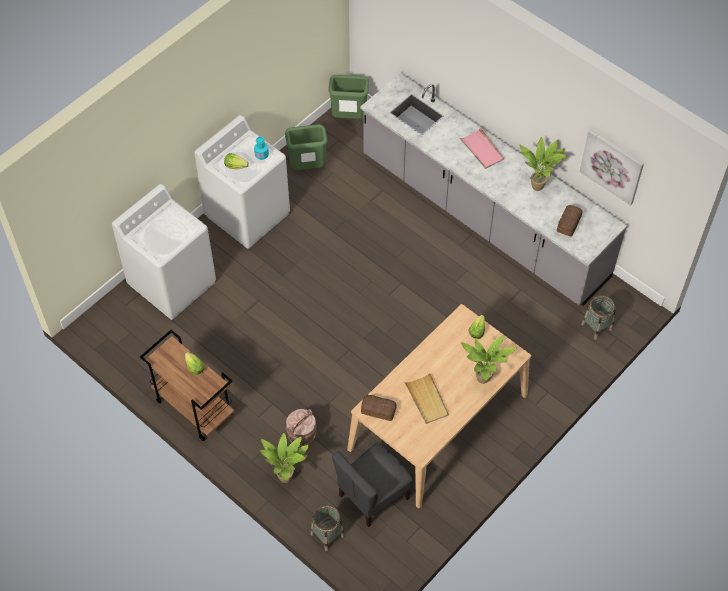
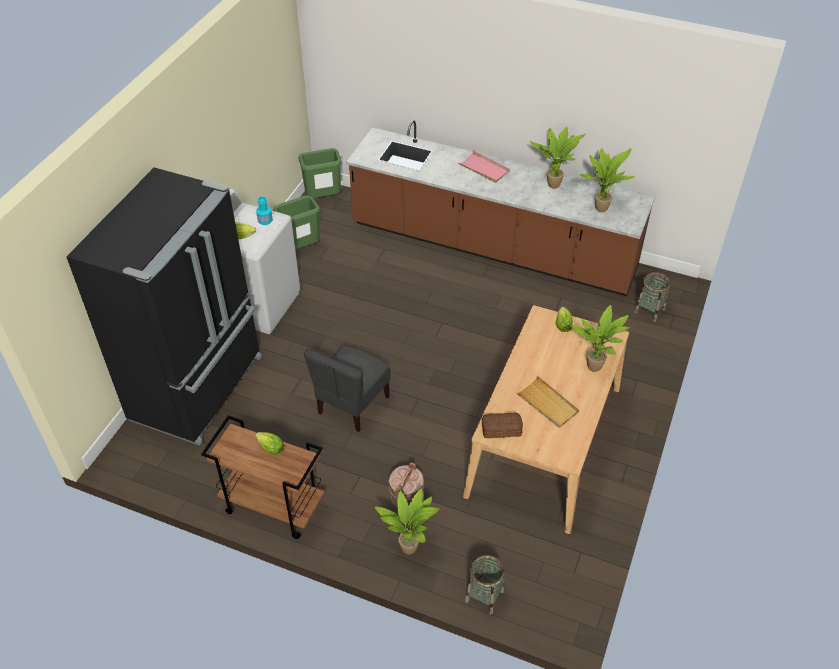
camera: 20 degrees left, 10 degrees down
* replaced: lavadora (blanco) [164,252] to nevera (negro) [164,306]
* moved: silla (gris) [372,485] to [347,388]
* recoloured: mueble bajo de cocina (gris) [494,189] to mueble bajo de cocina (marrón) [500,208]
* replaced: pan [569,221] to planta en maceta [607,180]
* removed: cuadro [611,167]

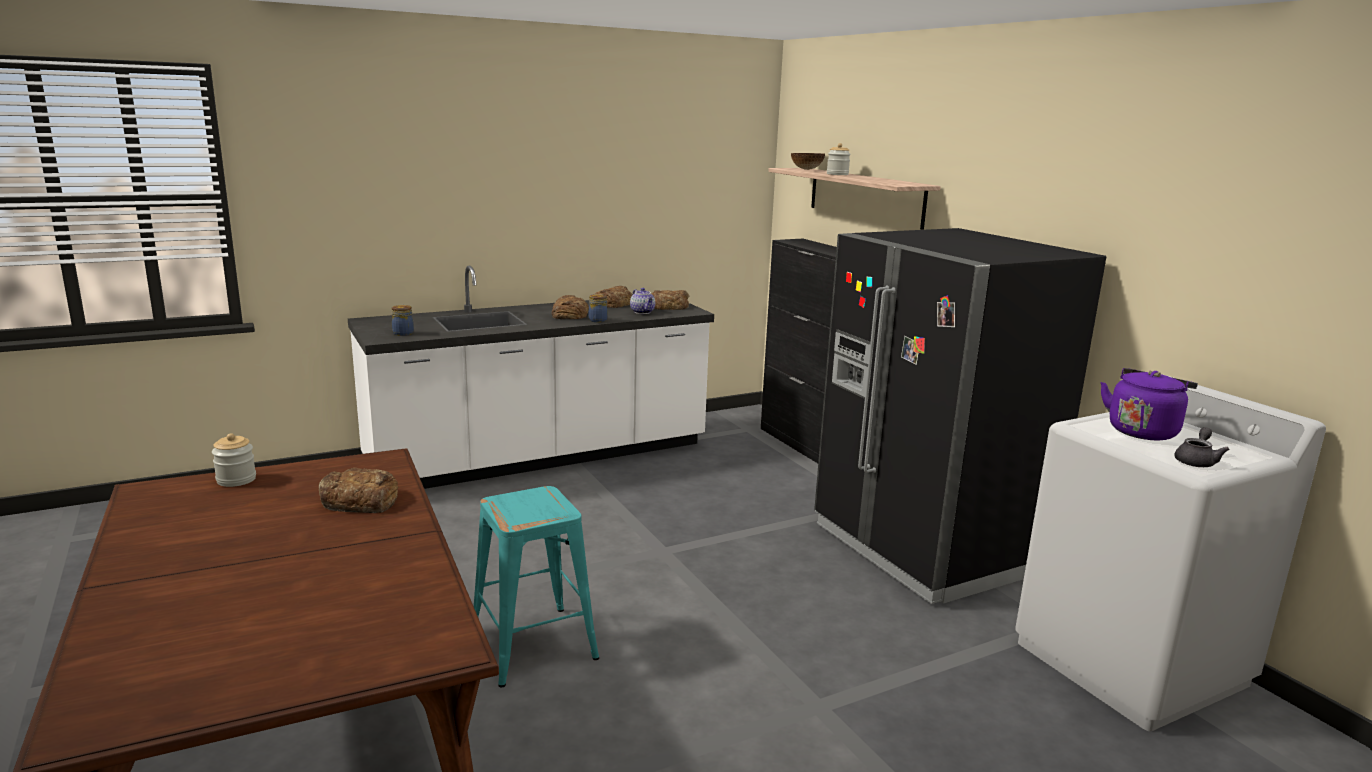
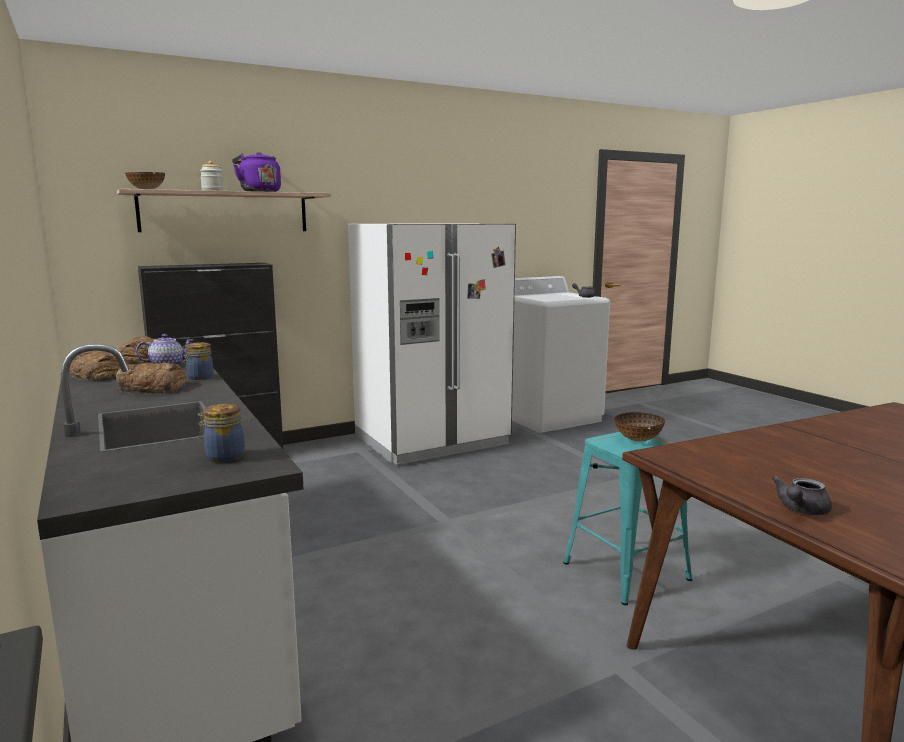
camera: 90 degrees left, 5 degrees down
* replaced: tarro [234,460] to tetera (gris) [802,495]
* removed: pan [358,490]
* recoloured: nevera (negro) [960,416] to nevera (blanco) [432,344]
* moved: hervidor (morado) [1149,404] to [256,172]
* added: cuenco [639,427]

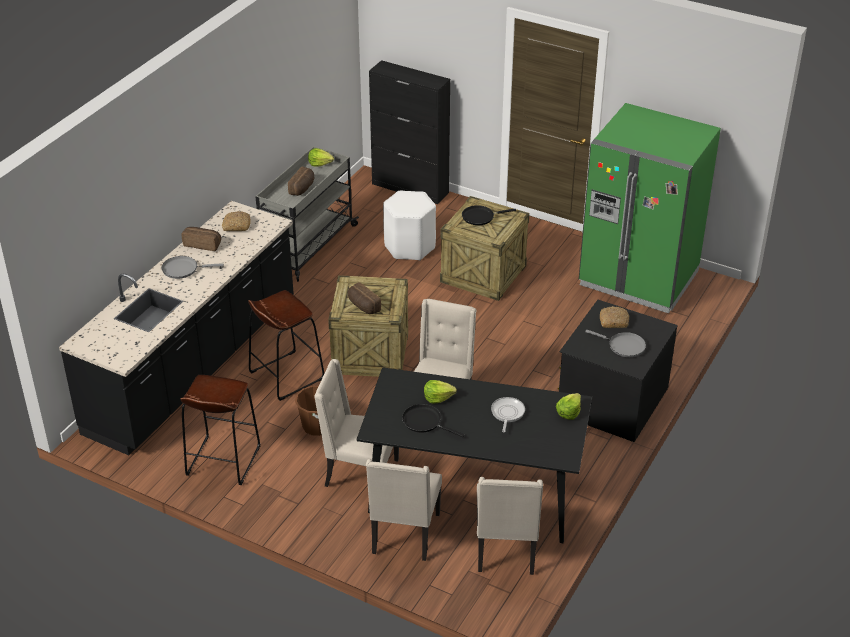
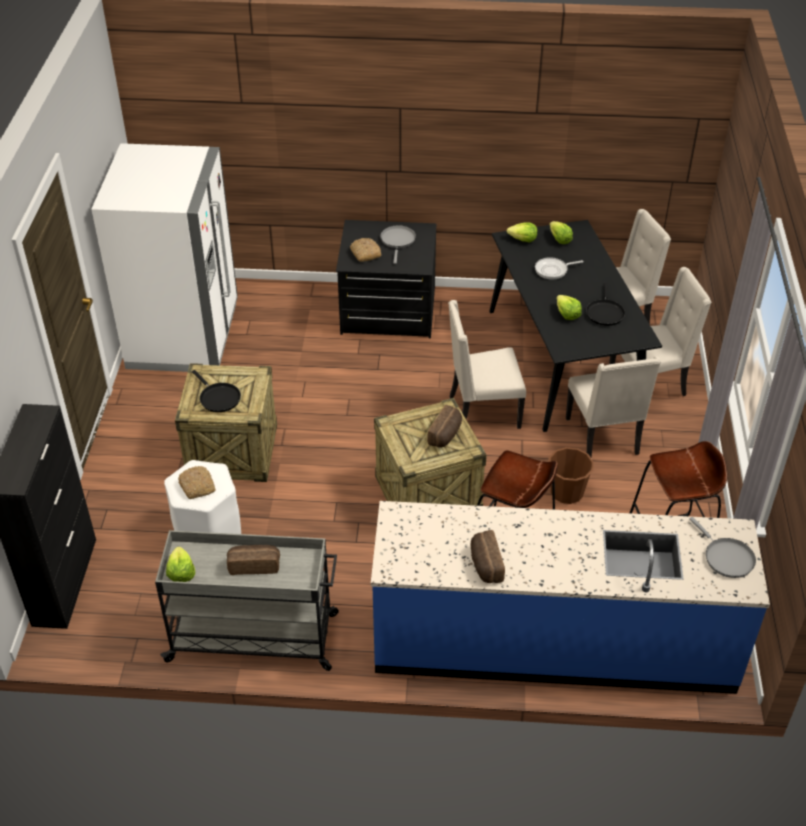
camera: 115 degrees left, 5 degrees up
* recoloured: mueble bajo de cocina (negro) [176,328] to mueble bajo de cocina (azul) [570,597]
* moved: sartén (gris) [193,267] to [722,547]
* moved: pan [236,221] to [197,482]
* recoloured: nevera (verde) [650,208] to nevera (blanco) [164,257]
* added: lechuga [561,232]

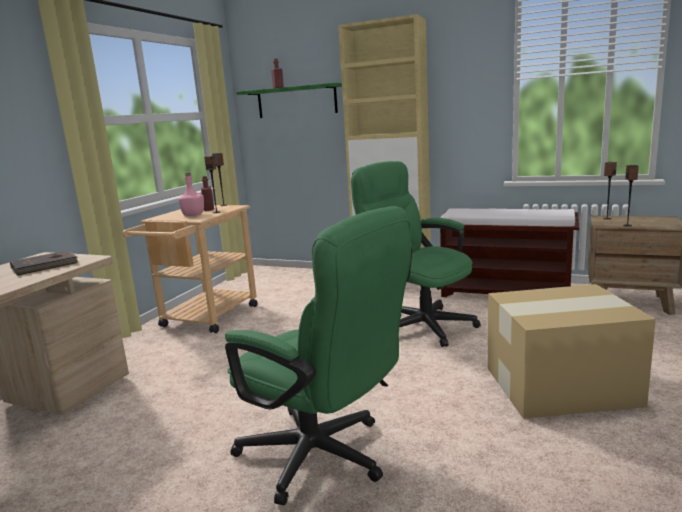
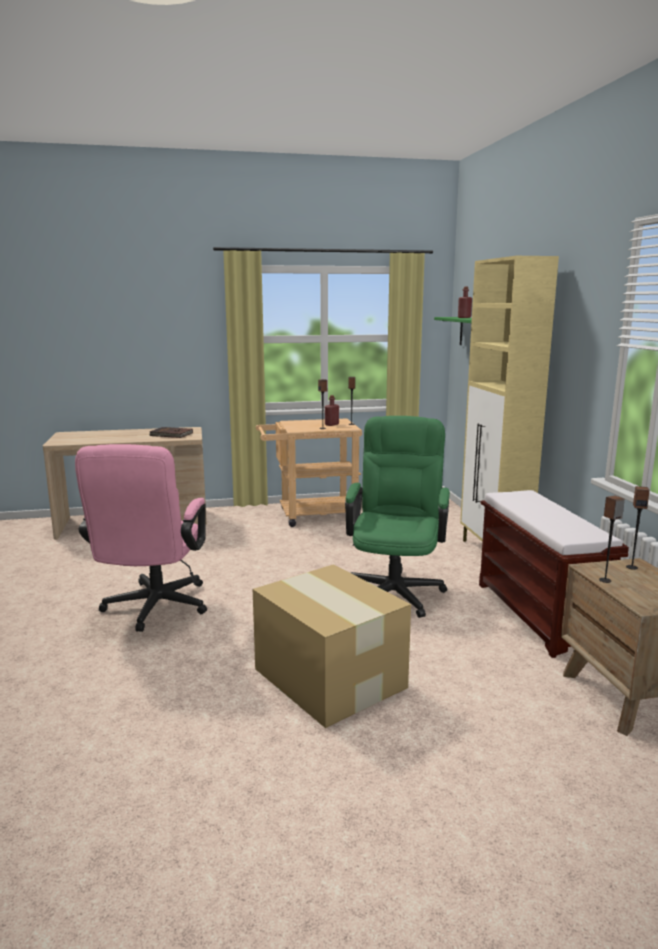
camera: 55 degrees right, 0 degrees up
* removed: botella (rosa) [191,194]
* recoloured: silla de oficina (verde) [318,355] to silla de oficina (rosa) [141,538]

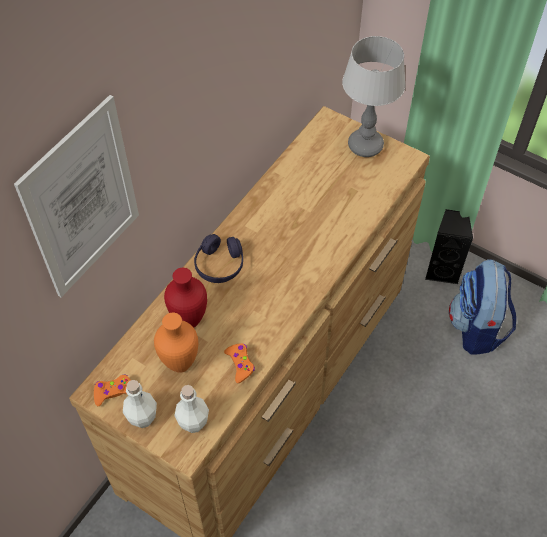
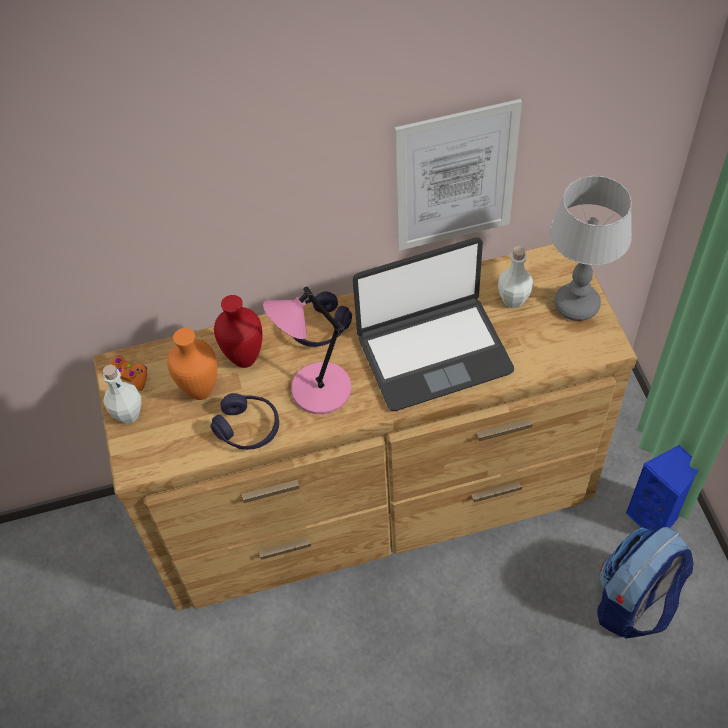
camera: 45 degrees right, 0 degrees up
* moved: cuadro [76,196] to [458,175]
* moved: botella (blanco) [192,409] to [515,277]
* replaced: mando de consola (naranja) [239,363] to auriculares (morado) [245,421]
* recoloured: altavoz (negro) [449,246] to altavoz (azul) [662,488]
* added: lámpara de mesa (rosa) [307,350]
* added: portátil [433,324]

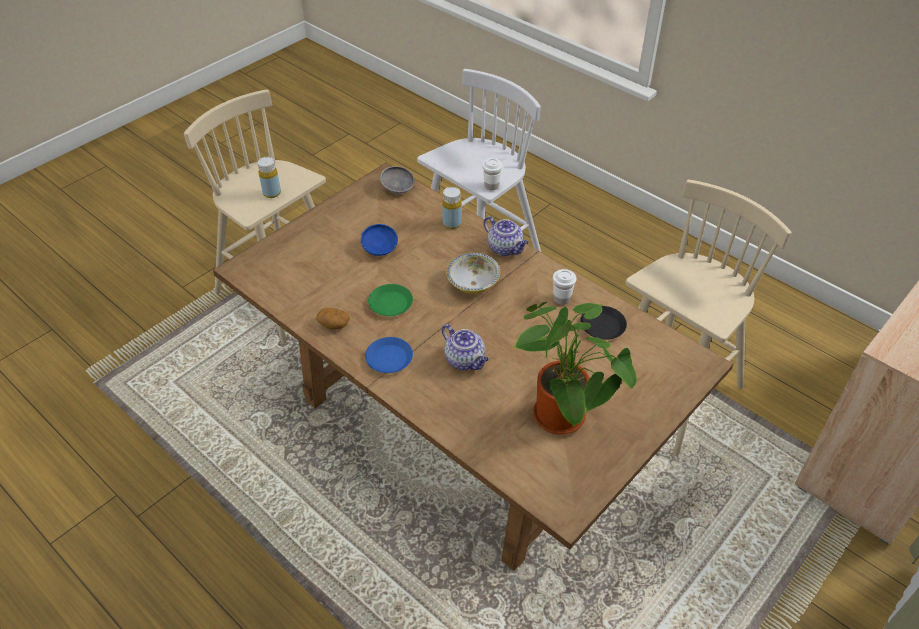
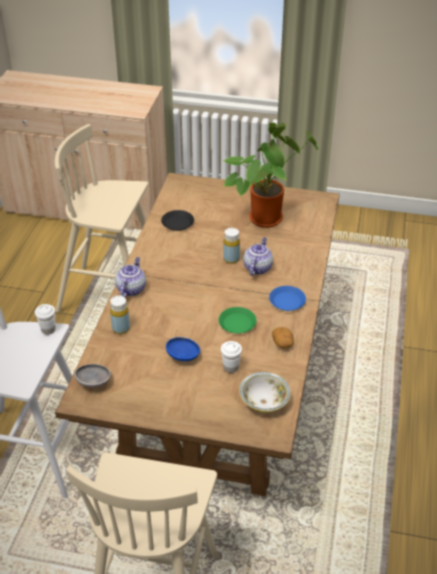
camera: 120 degrees left, 5 degrees down
* moved: botella (amarillo) [269,177] to [231,246]
* moved: cuenco [473,273] to [265,392]
* moved: taza (blanco) [564,287] to [231,357]

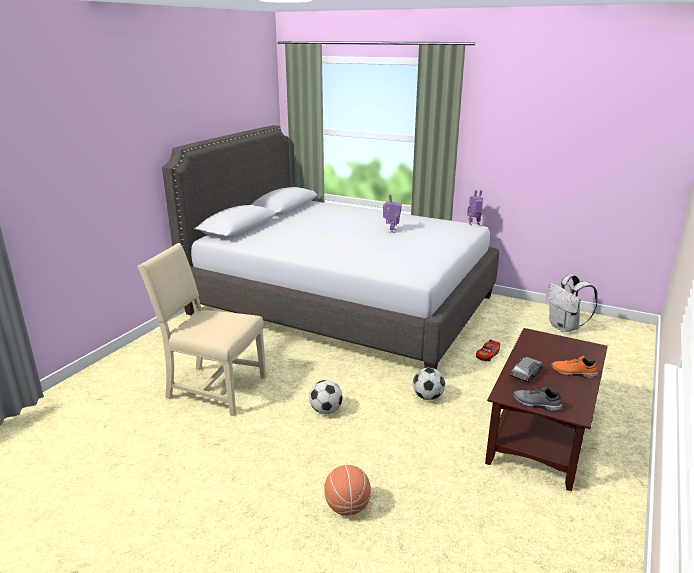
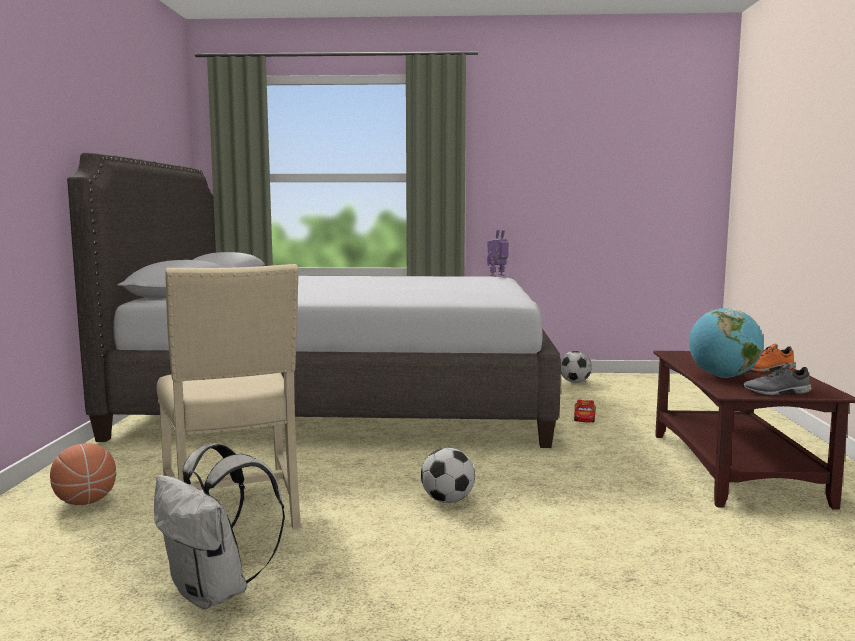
camera: 25 degrees left, 15 degrees down
* turned: silla (beis) [201,329] = [229,396] 105 degrees counterclockwise
* moved: balón de baloncesto [347,490] to [83,474]
* removed: robot de juguete [392,213]
* moved: balón de fútbol [429,384] to [576,367]
* replaced: coche de juguete (gris) [526,370] to globo terráqueo [726,343]
* moved: mochila (blanco) [572,303] to [219,526]

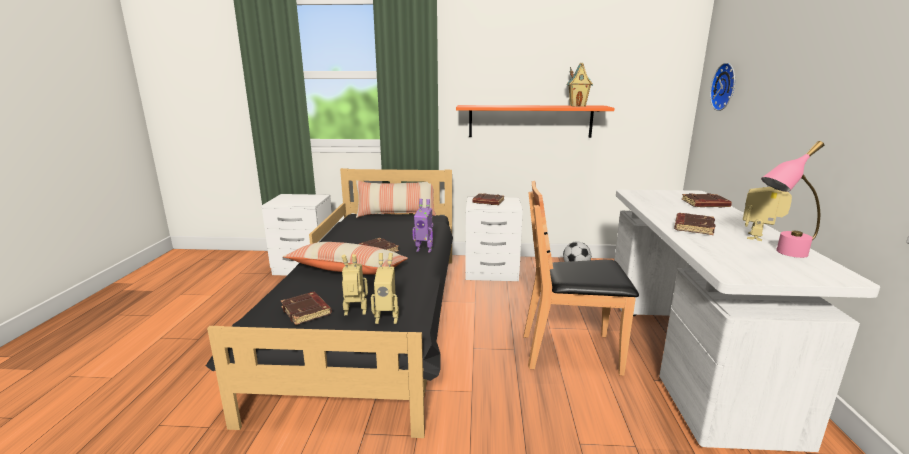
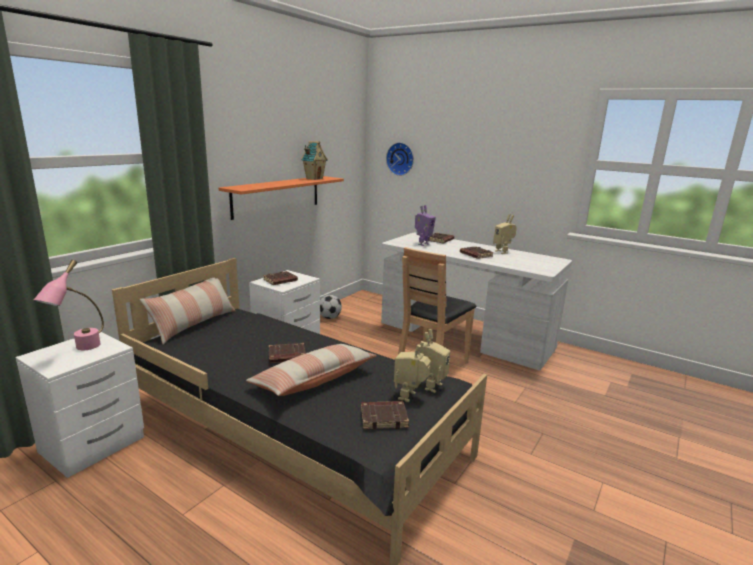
camera: 60 degrees left, 0 degrees up
* moved: robot de juguete [422,226] to [425,225]
* moved: lámpara de mesa (rosa) [792,199] to [69,305]

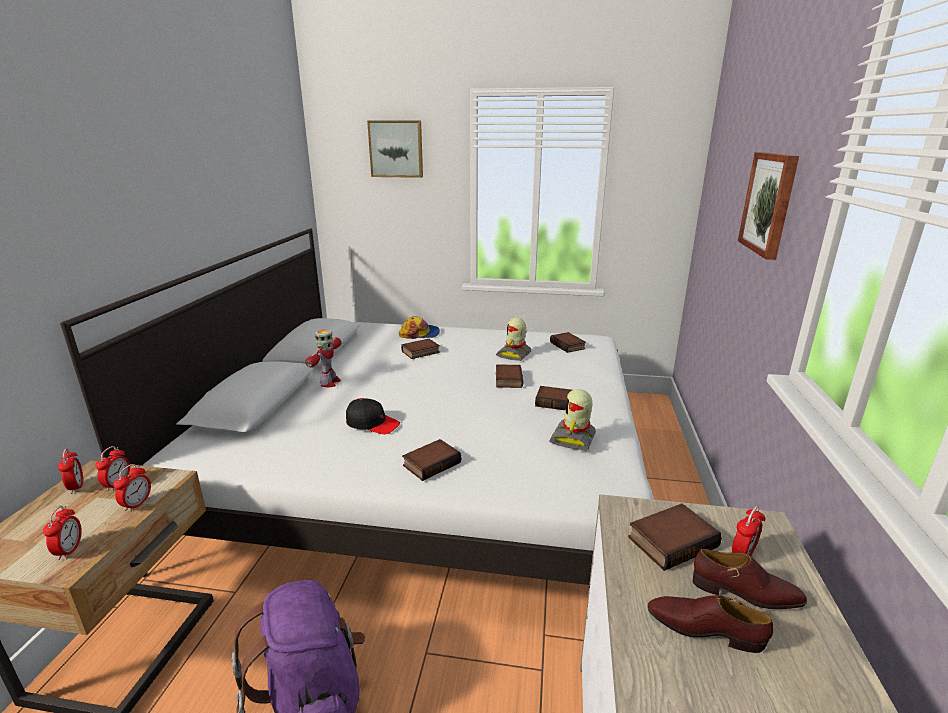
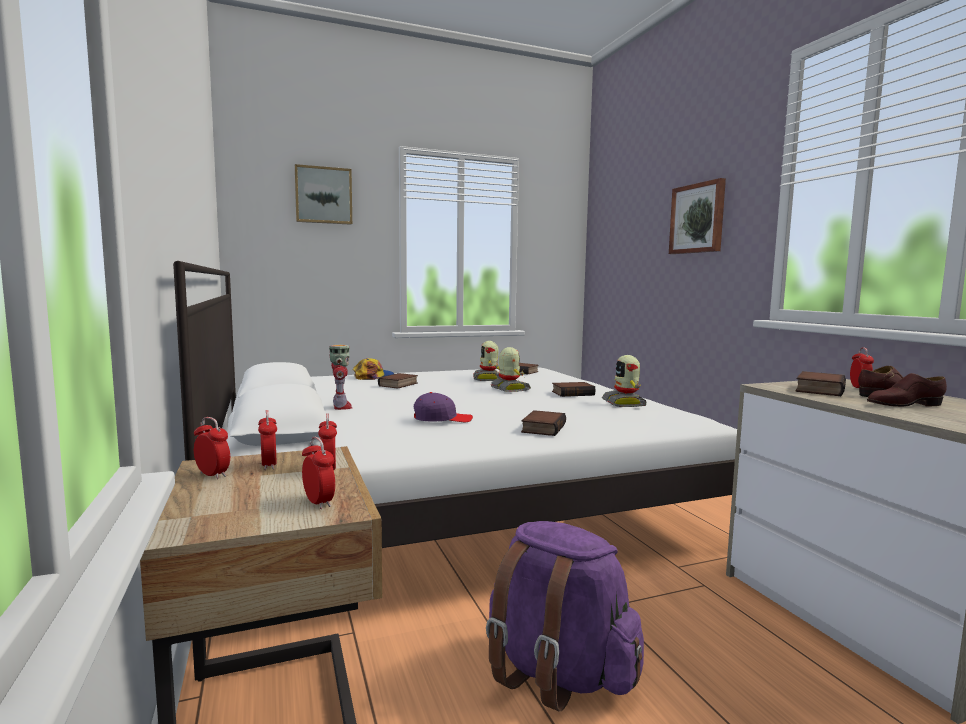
camera: 30 degrees left, 15 degrees down
* recoloured: gorra (negro) [373,416] to gorra (morado) [443,407]
* replaced: libro [509,376] to robot de juguete [511,369]

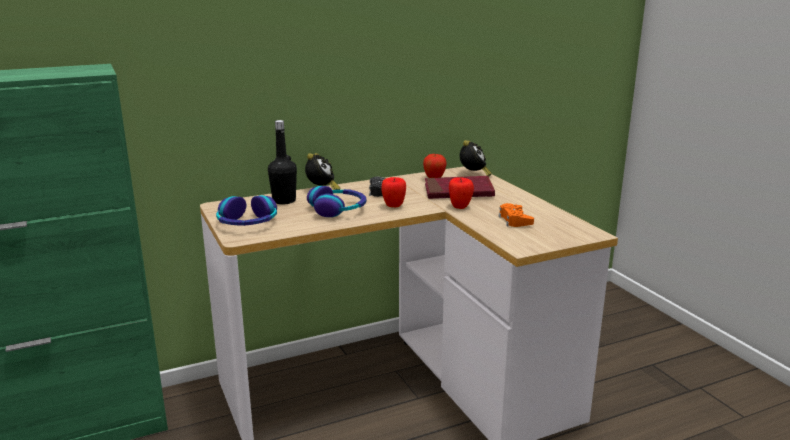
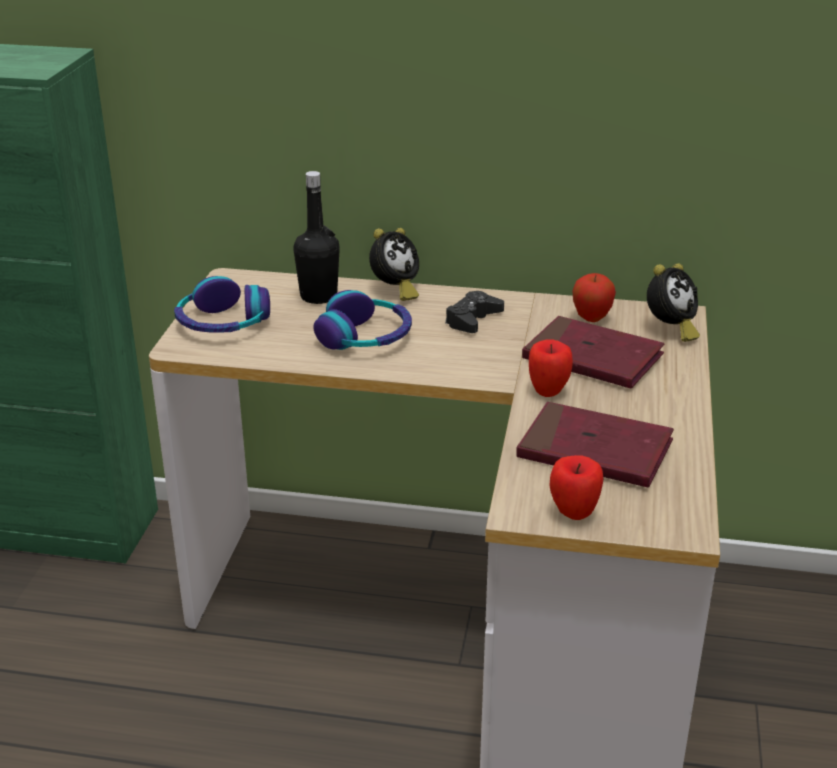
camera: 35 degrees right, 10 degrees up
* moved: manzana [394,192] to [576,487]
* replaced: mando de consola (naranja) [516,215] to libro (rojo) [595,444]

